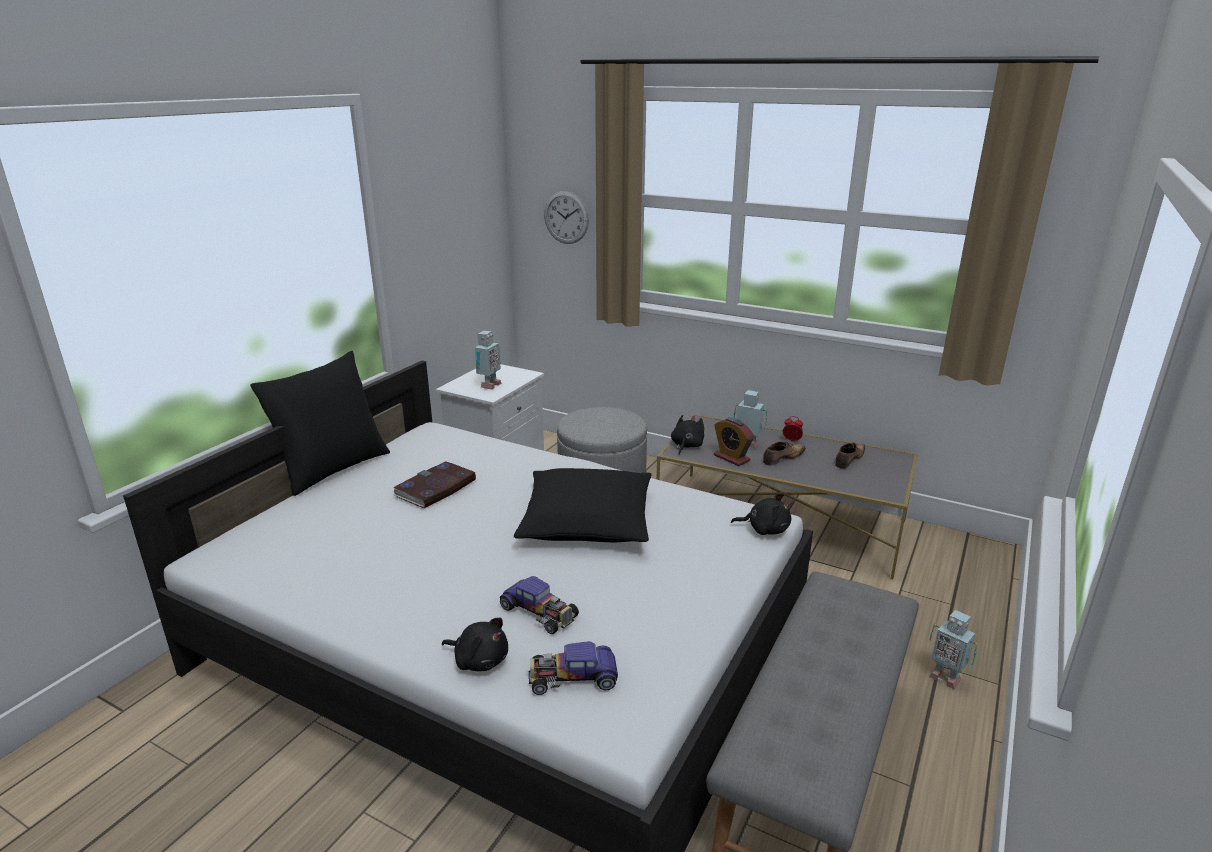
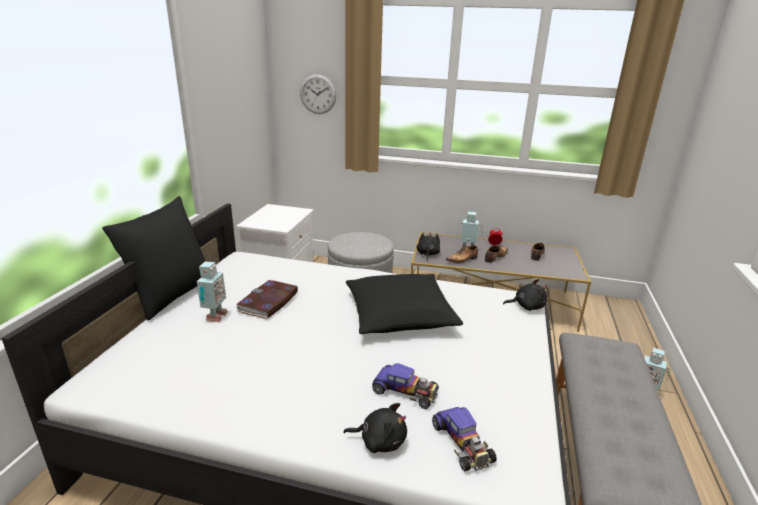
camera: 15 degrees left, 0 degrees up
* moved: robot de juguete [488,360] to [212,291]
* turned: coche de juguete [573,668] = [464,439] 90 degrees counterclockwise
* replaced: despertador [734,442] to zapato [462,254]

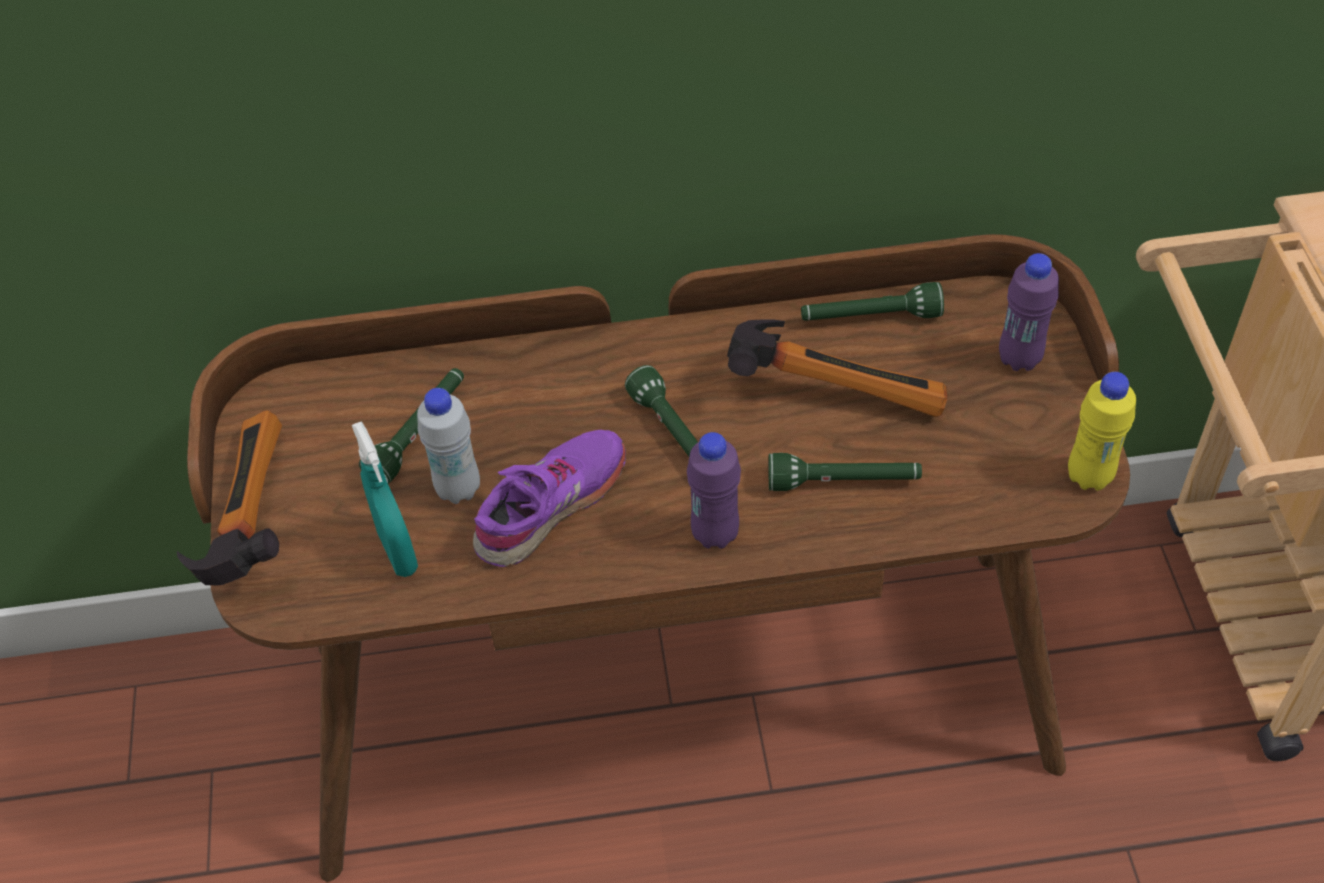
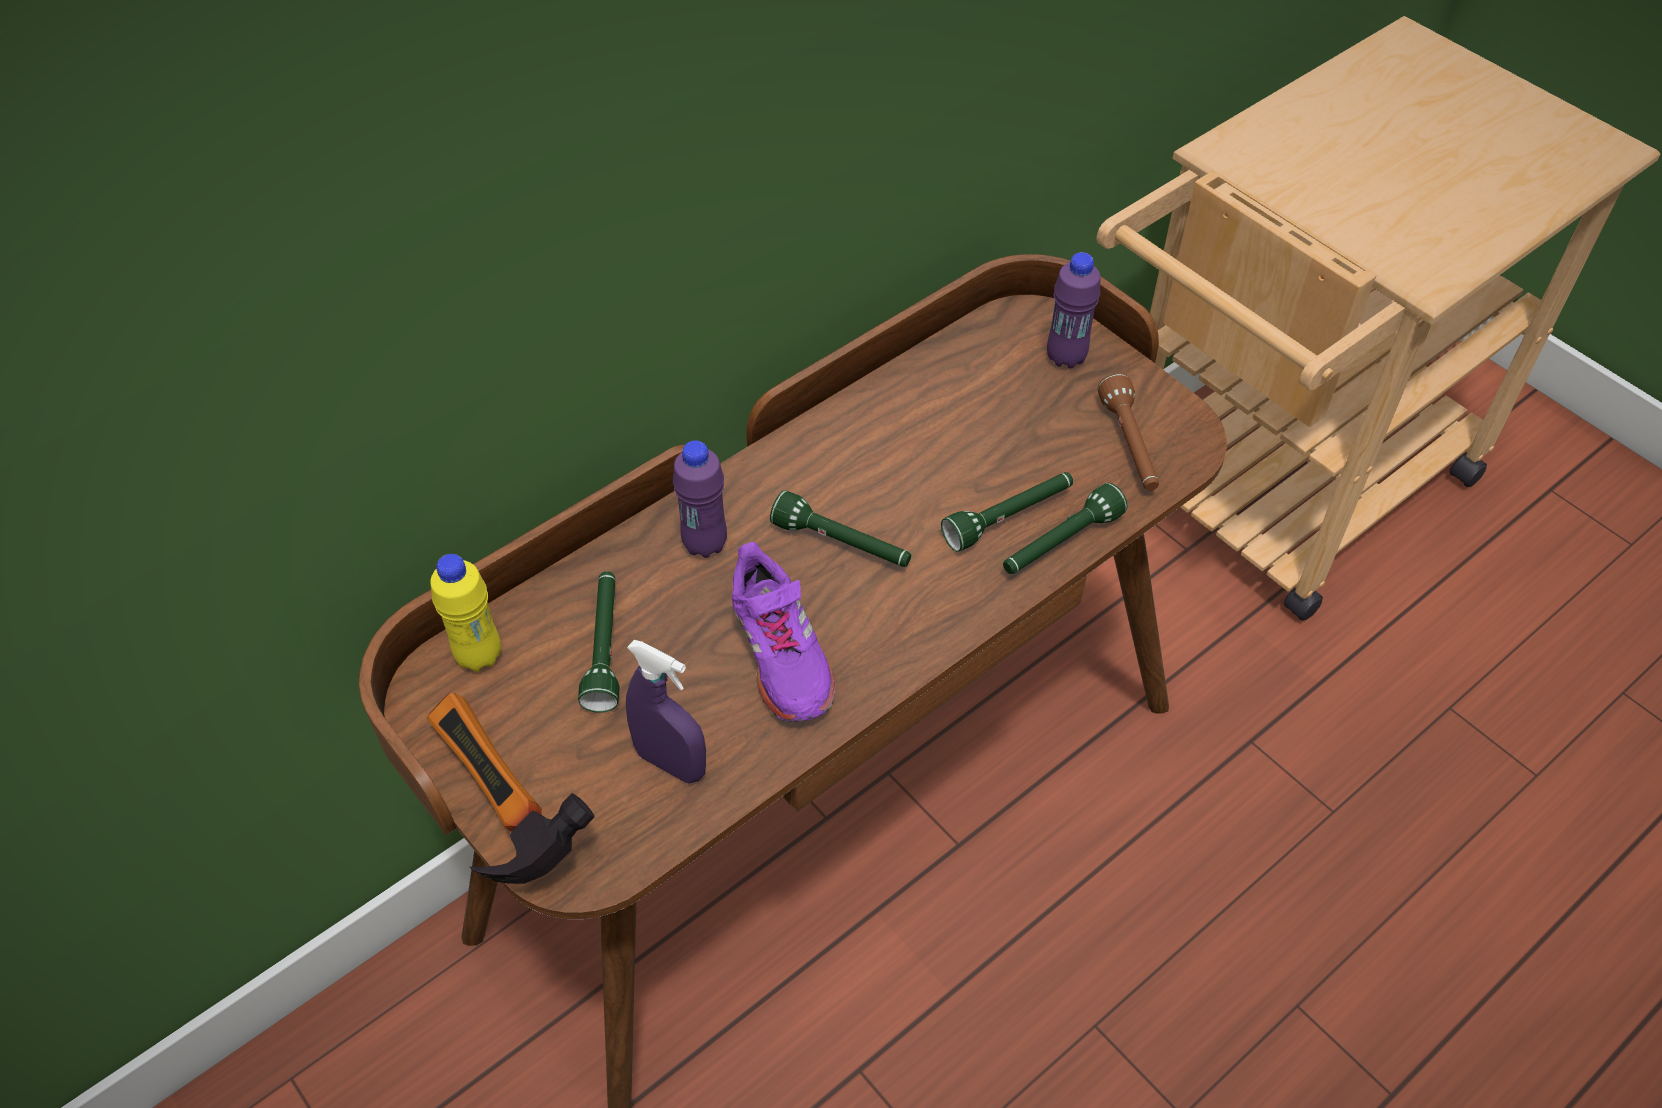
camera: 35 degrees left, 0 degrees up
* recoloured: pulverizador (turquesa) [385,499] to pulverizador (morado) [666,712]
* removed: botella (blanco) [448,446]
* turned: zapato (morado) [549,498] = [783,632] 150 degrees clockwise
* moved: botella (morado) [714,490] to [700,499]
* removed: martillo [837,368]
* moved: linterna (verde) [872,301] to [1065,528]
* moved: botella (amarillo) [1102,431] to [465,613]
* added: linterna (marrón) [1128,432]

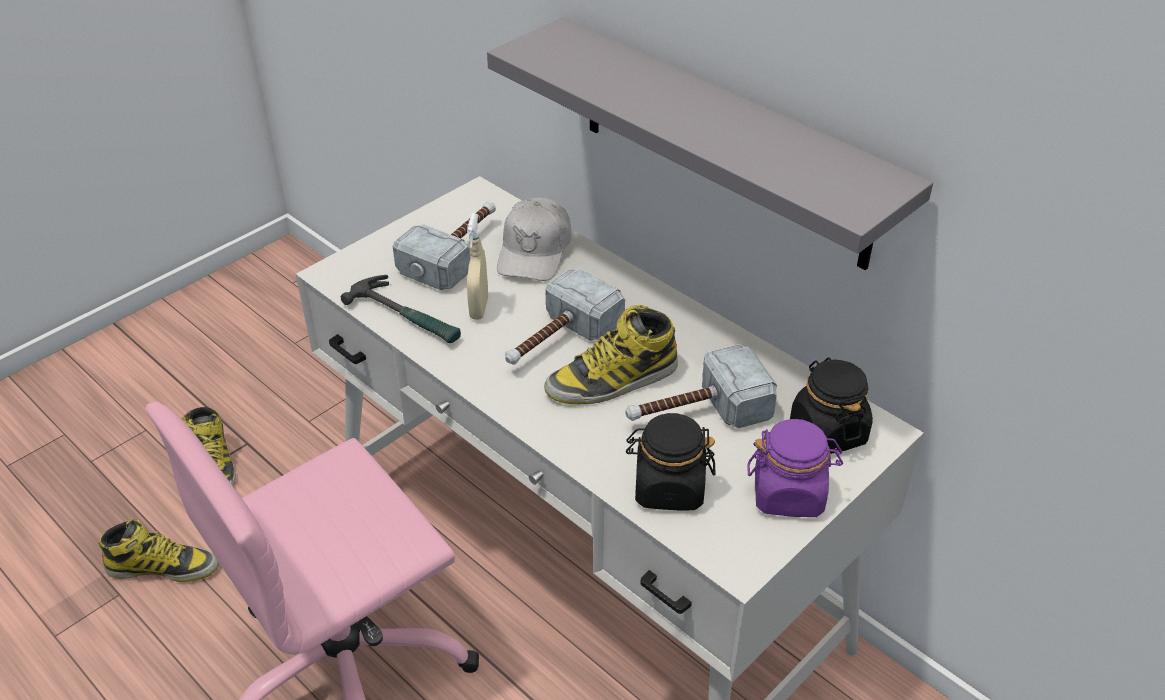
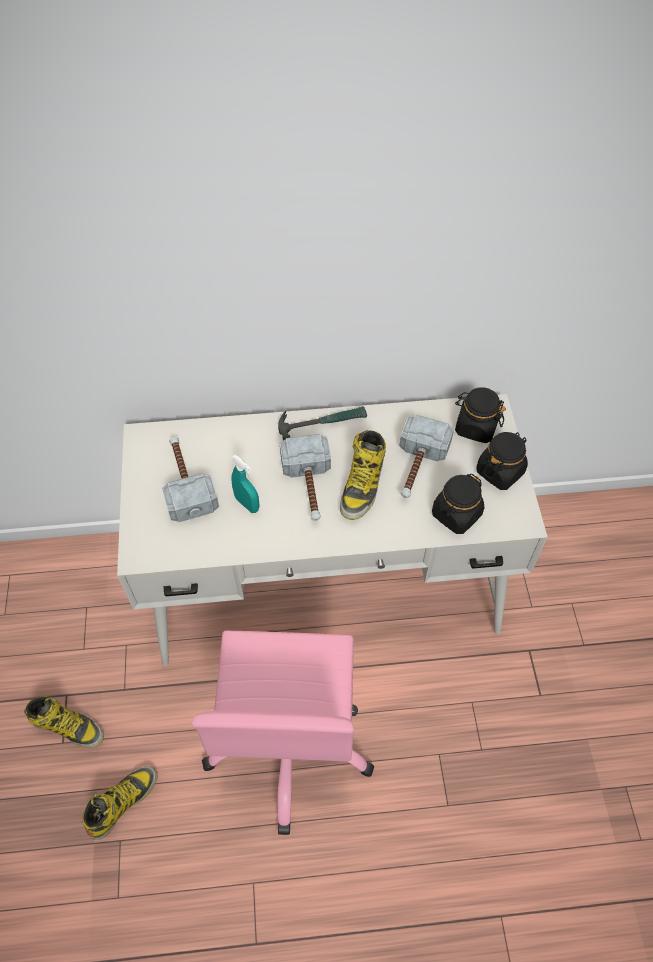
camera: 50 degrees left, 15 degrees up
* moved: martillo [401,309] to [322,423]
* recoloured: pulverizador (beis) [477,267] to pulverizador (turquesa) [245,484]
* removed: estante (gris) [710,143]
* removed: gorra (blanco) [534,239]
* recoloured: tarro (morado) [795,468] to tarro (negro) [502,461]

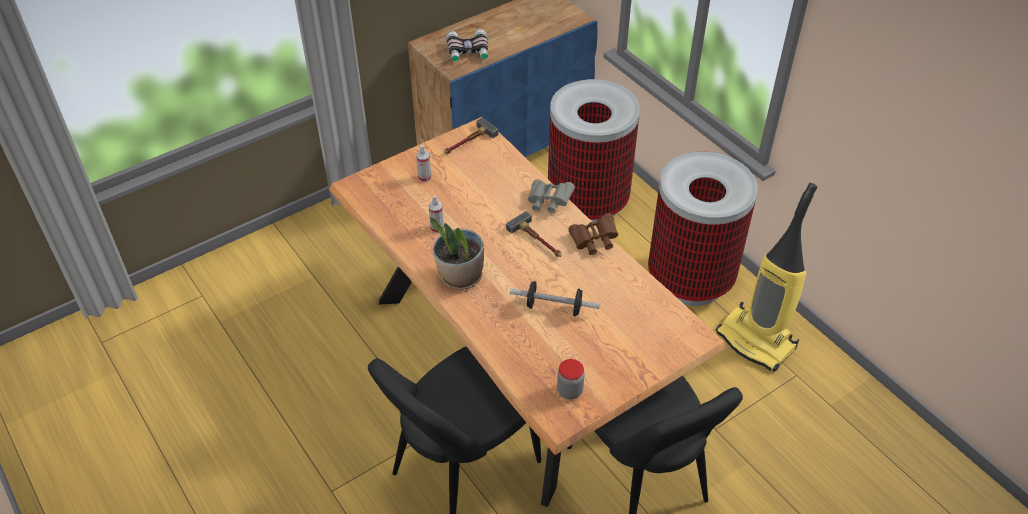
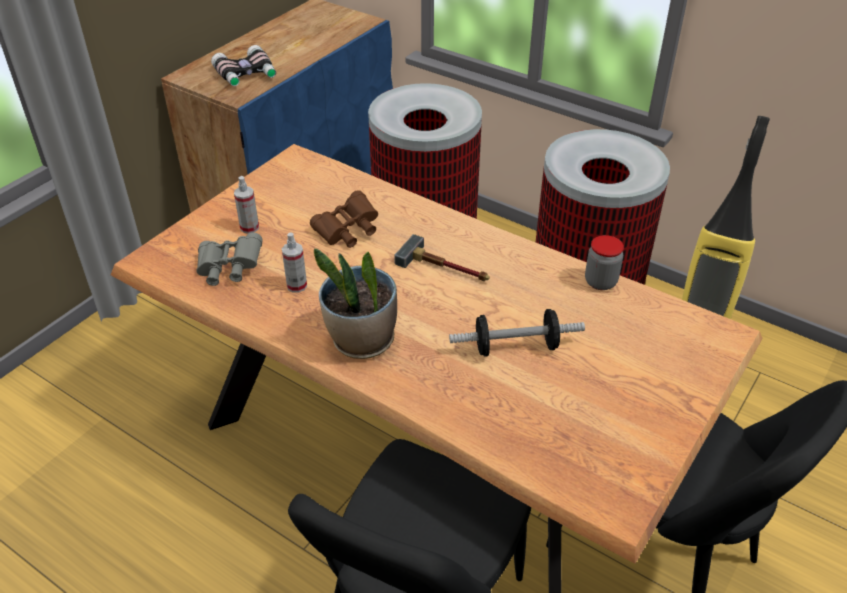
camera: 20 degrees left, 5 degrees down
* removed: martillo [471,136]
* moved: prismáticos (gris) [551,196] to [229,259]
* moved: tarro [571,379] to [604,262]
* moved: prismáticos (marrón) [593,234] to [344,219]

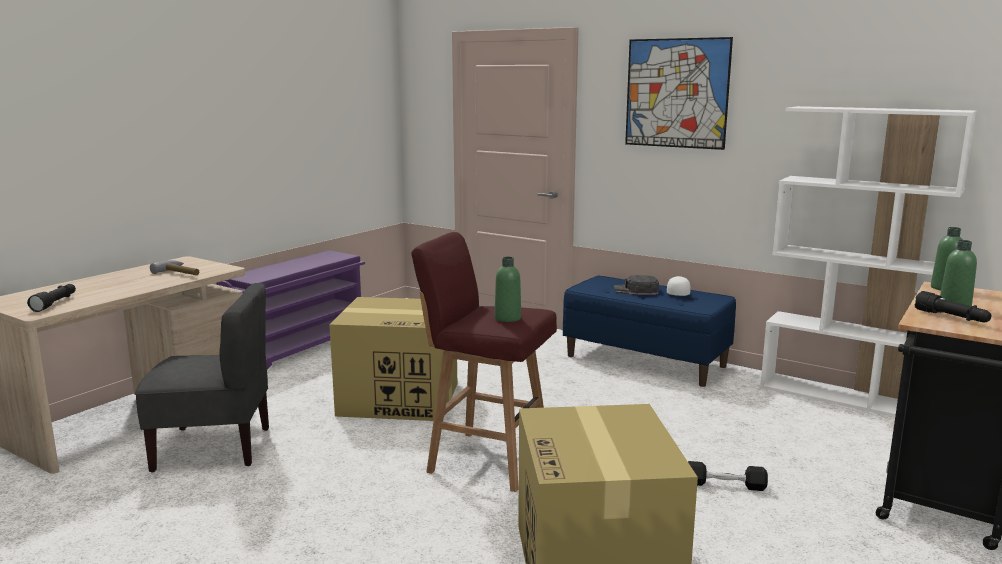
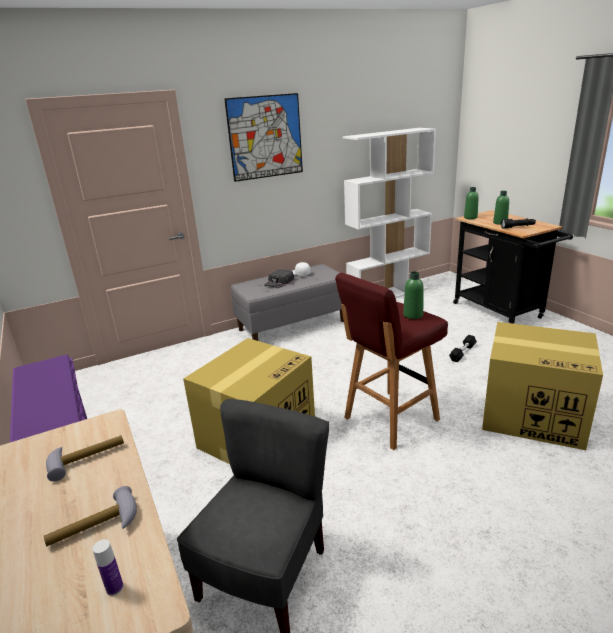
camera: 60 degrees left, 10 degrees up
* replaced: linterna (negro) [51,298] to botella [107,567]
* recoloured: banco (azul) [649,331] to banco (gris) [287,302]
* added: martillo [90,516]

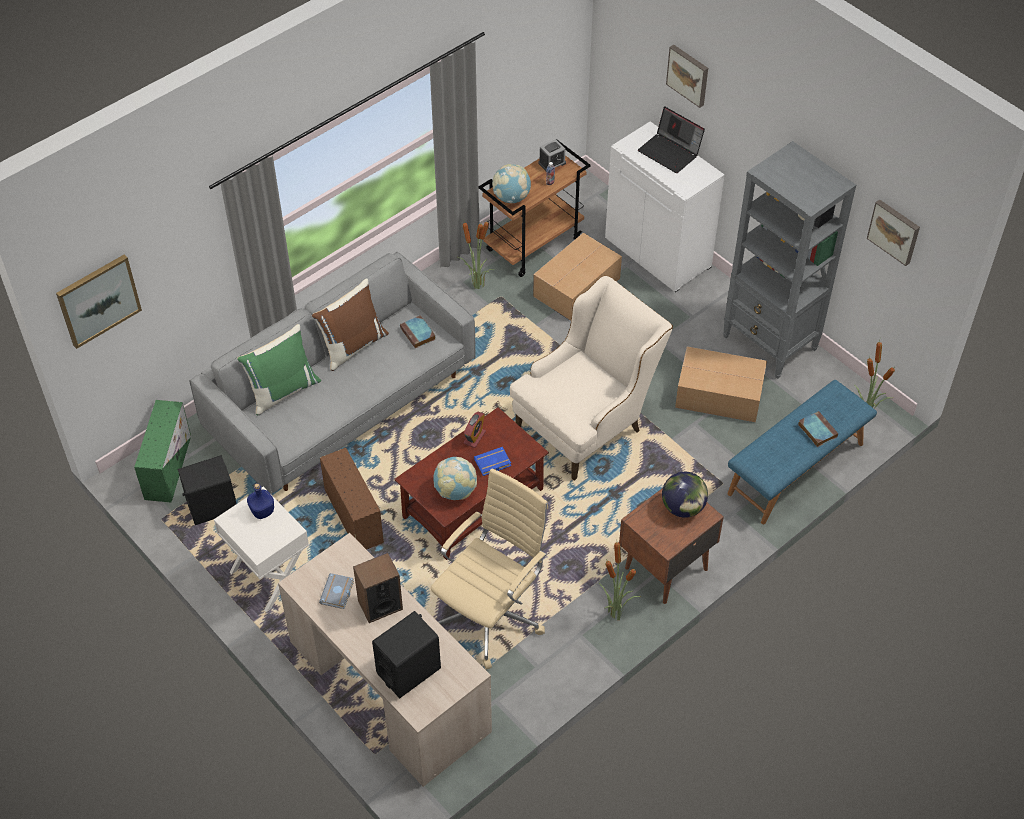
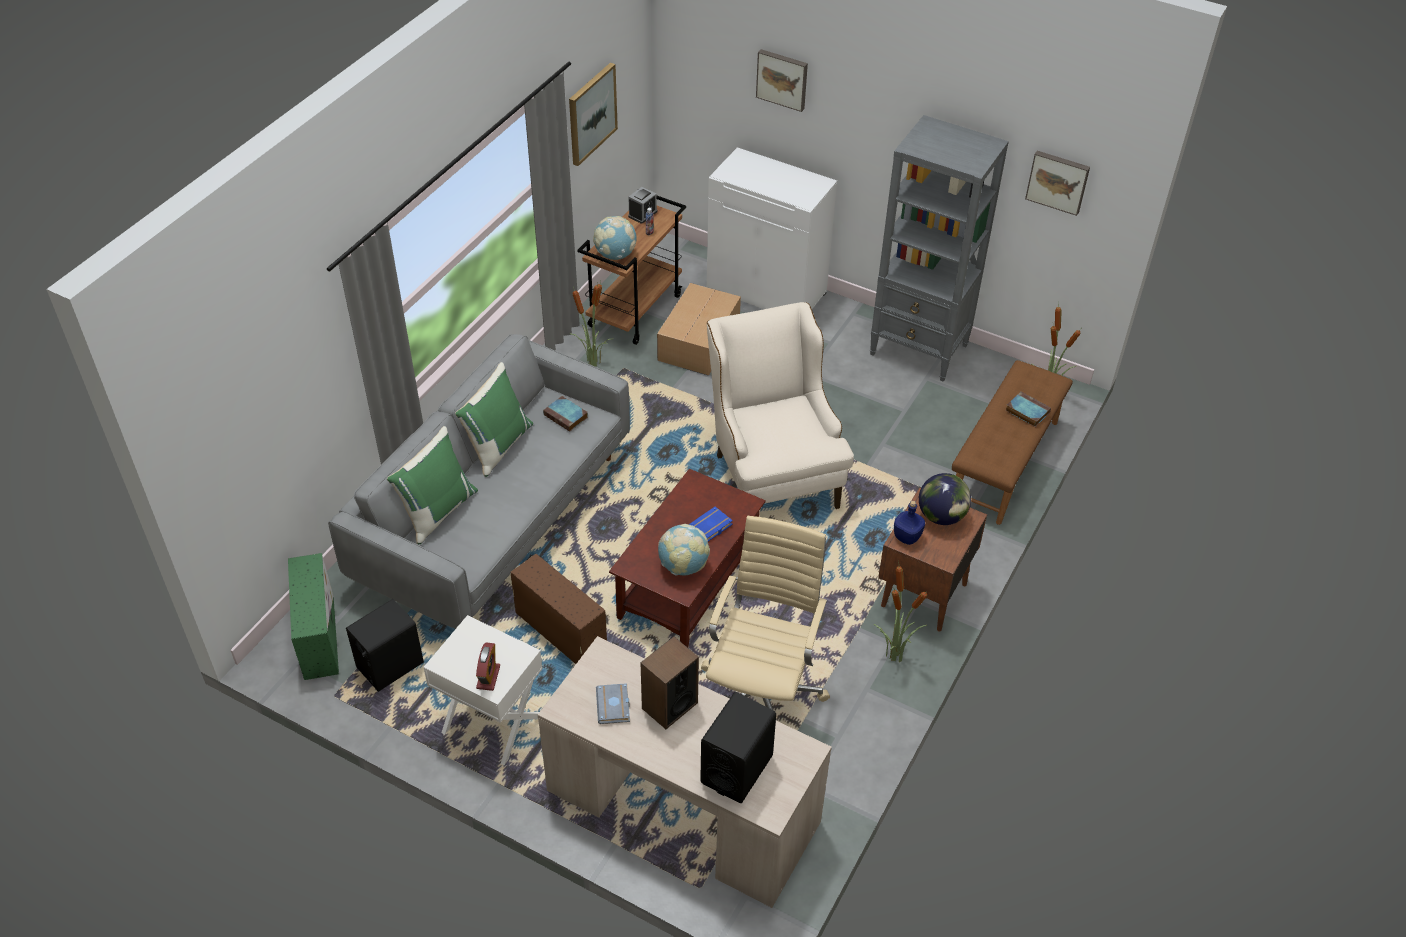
camera: 20 degrees left, 5 degrees down
* moved: cuadro [99,302] to [593,114]
* moved: botella (azul) [260,501] to [909,523]
* recoloured: cojín (marrón) [350,324] to cojín (verde) [494,419]
* moved: despertador [474,430] to [488,666]
* turned: sillón (beis) [591,378] = [780,405] 45 degrees counterclockwise
* removed: portátil [671,139]
* removed: caja de cartón [721,384]
* recoloured: banco (azul) [802,452] to banco (marrón) [1012,442]

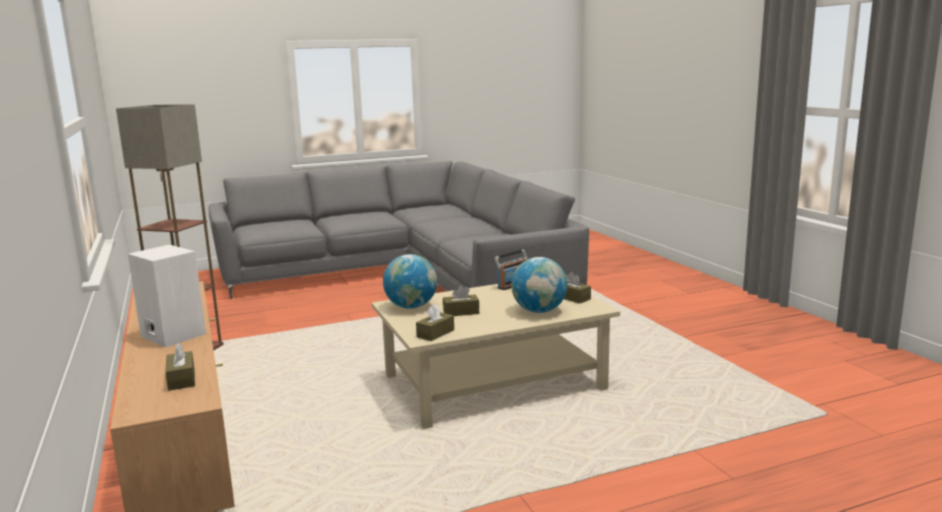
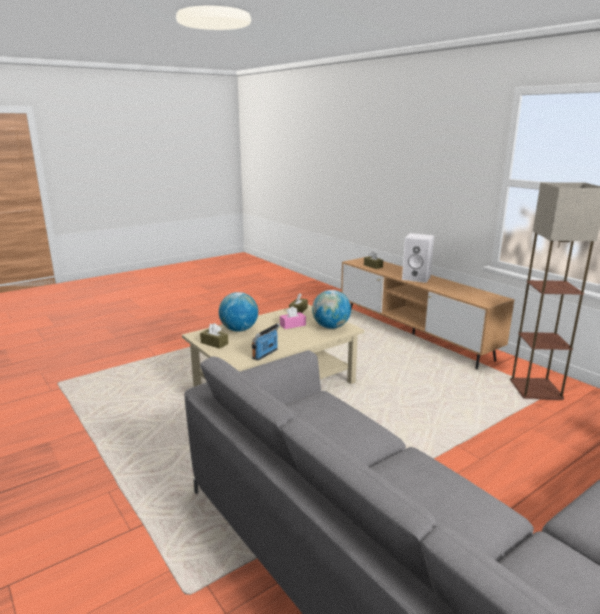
camera: 165 degrees right, 5 degrees up
* recoloured: caja de pañuelos (marrón) [461,300] to caja de pañuelos (rosa) [293,317]

